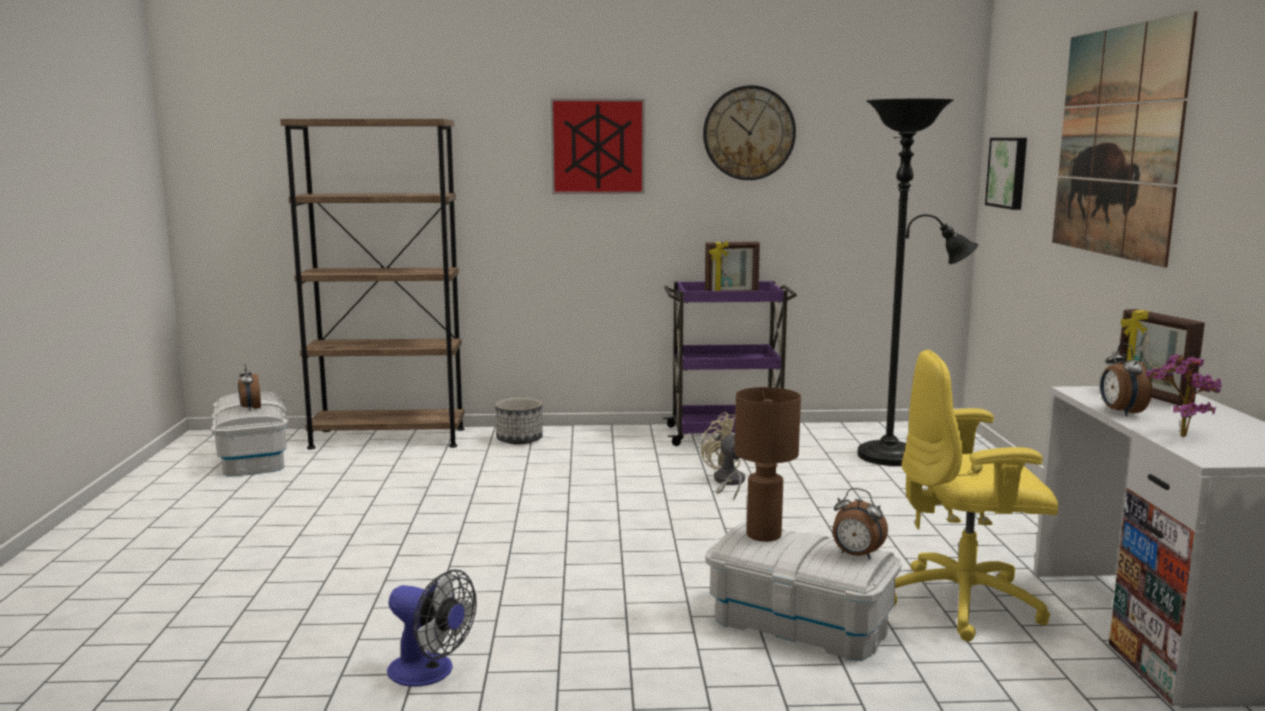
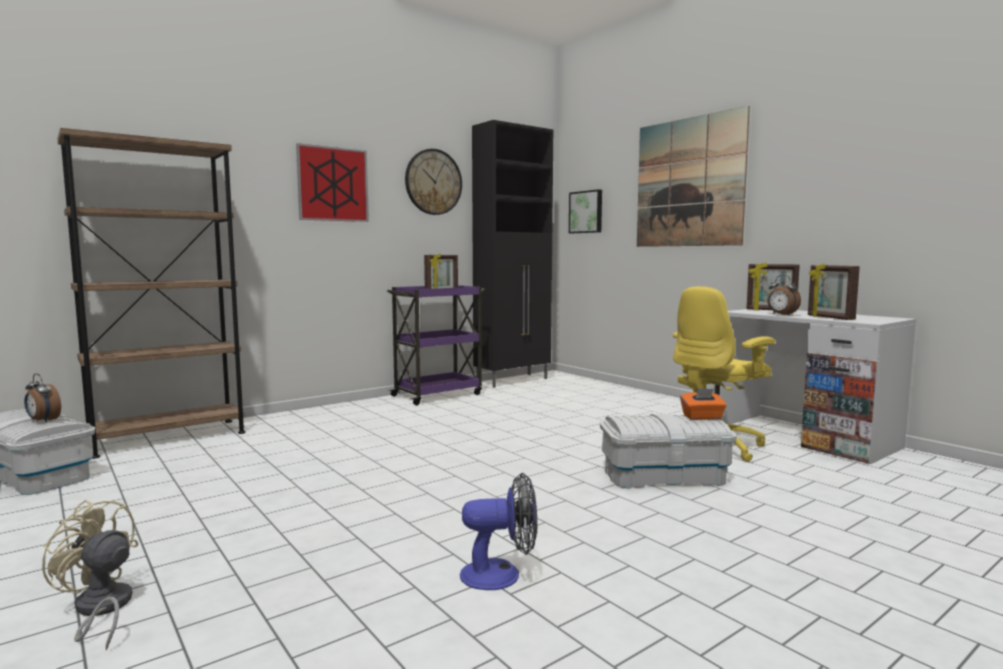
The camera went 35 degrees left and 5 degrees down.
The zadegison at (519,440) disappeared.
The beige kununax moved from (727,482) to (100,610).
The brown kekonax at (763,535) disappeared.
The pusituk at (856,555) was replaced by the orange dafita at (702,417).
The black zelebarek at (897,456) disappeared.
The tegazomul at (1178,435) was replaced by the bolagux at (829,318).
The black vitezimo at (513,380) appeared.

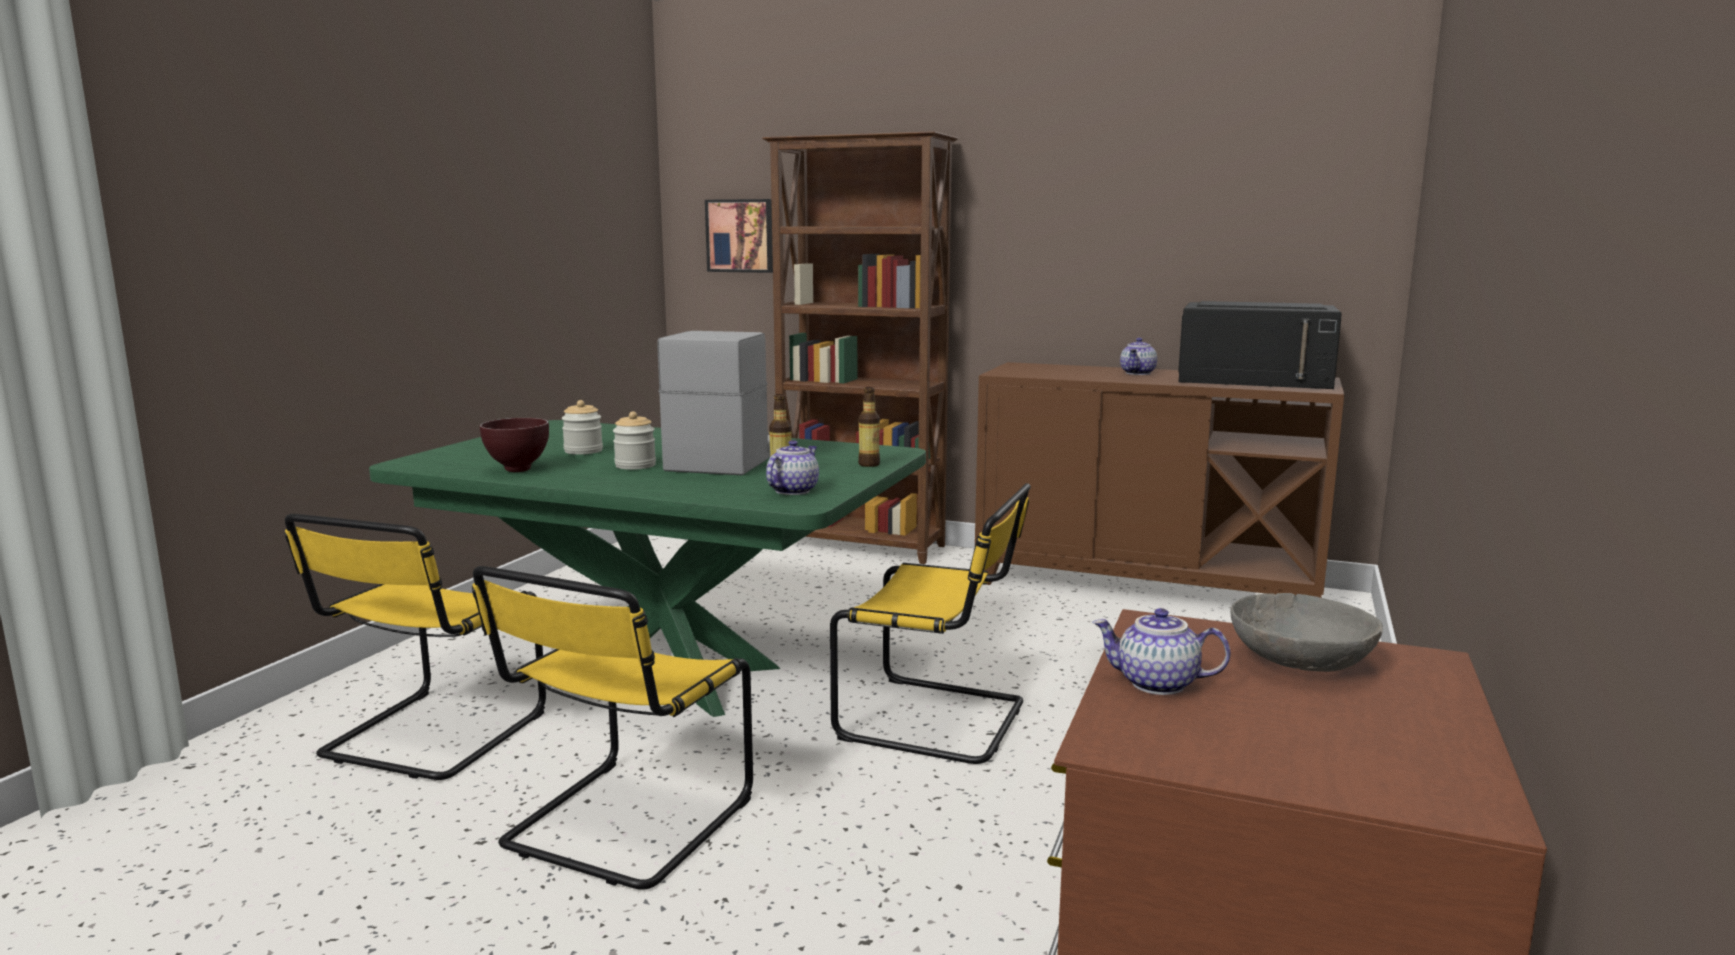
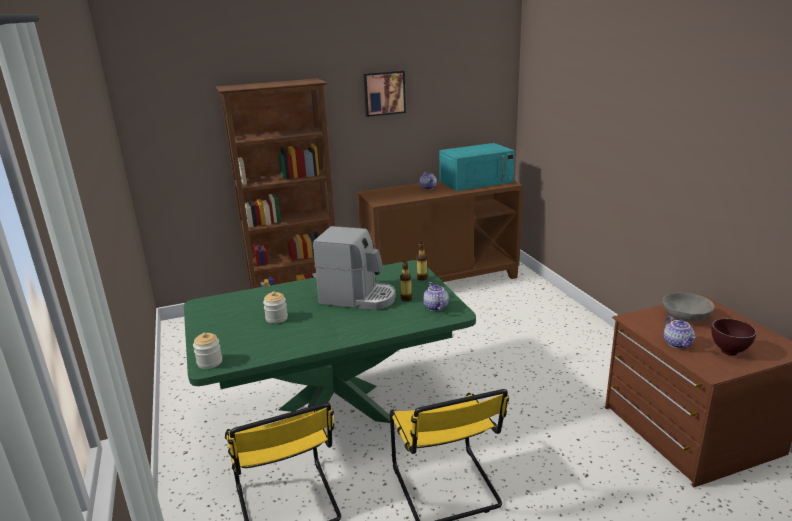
The camera went 40 degrees left and 10 degrees up.
The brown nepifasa moved from (516,470) to (728,352).
The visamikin moved from (635,465) to (209,362).
The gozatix at (726,459) turned 135 degrees clockwise.
The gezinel moved from (741,236) to (384,93).
The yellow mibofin at (939,721) disappeared.
The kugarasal at (1156,684) turned 75 degrees counterclockwise.
The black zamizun at (1256,379) became the turquoise zamizun at (476,181).

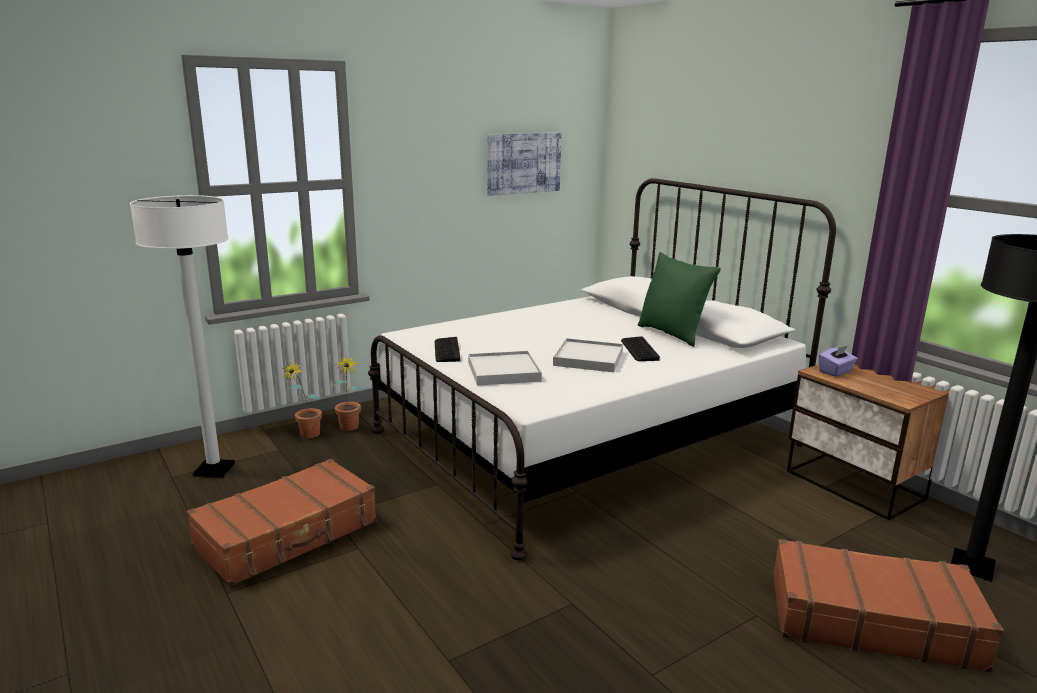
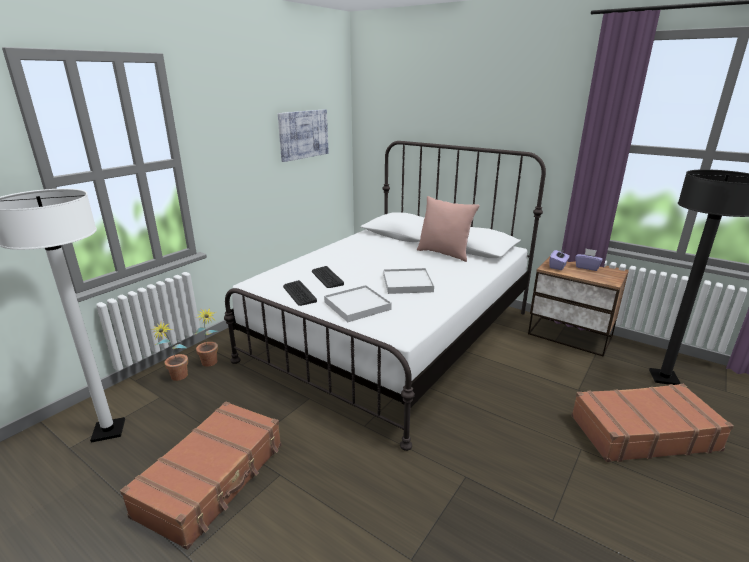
The camera went 20 degrees left and 5 degrees up.
The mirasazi moved from (639,350) to (327,277).
The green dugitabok at (672,334) became the pink dugitabok at (444,253).
The purple dafita at (587,267) appeared.

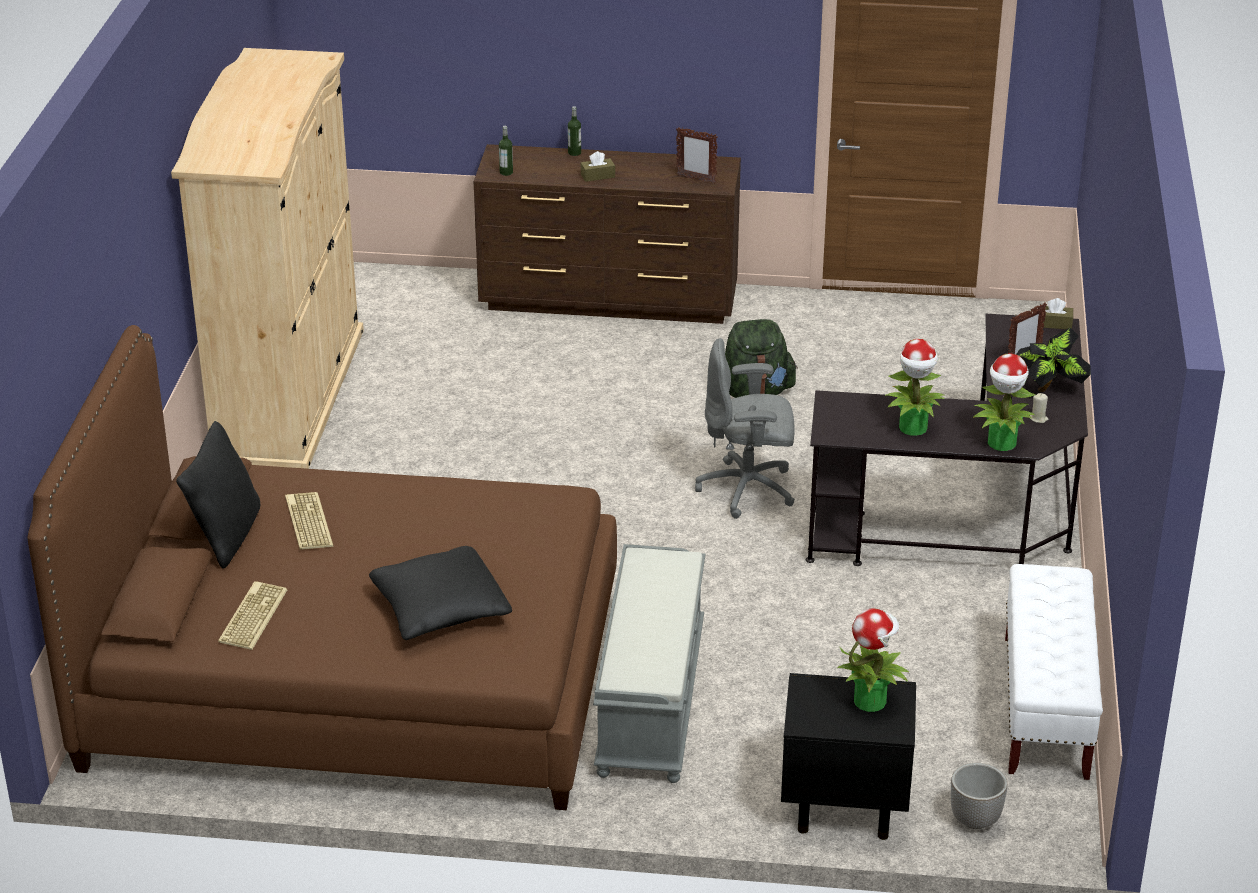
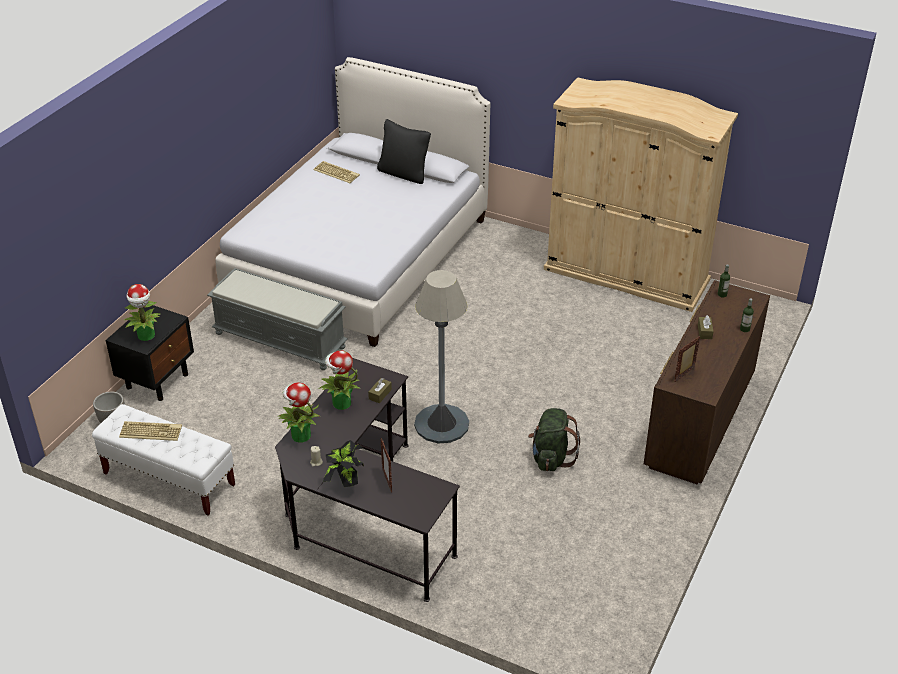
The camera went 110 degrees right and 5 degrees up.
The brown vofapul at (352,678) became the white vofapul at (359,257).
The mirasazi moved from (307,522) to (151,431).
The black dugitabok at (440,609) disappeared.
The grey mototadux at (748,490) was replaced by the grey zelebarek at (441,424).
The brown dafita moved from (1054,324) to (380,394).

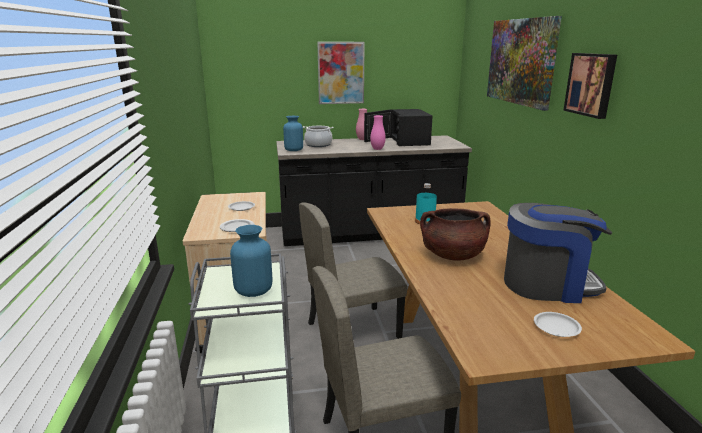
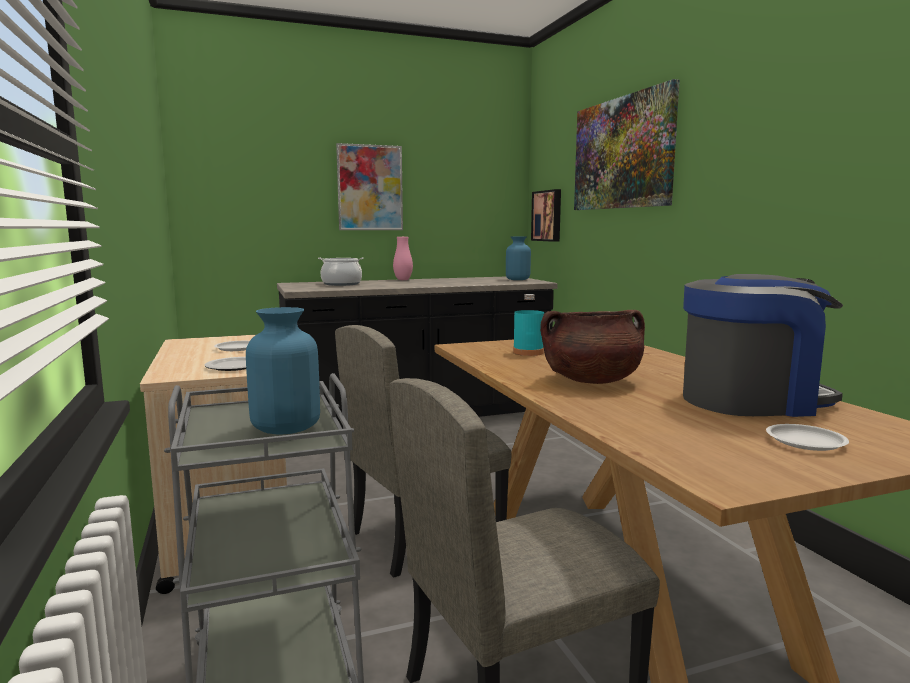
The camera went 10 degrees left and 10 degrees down.
The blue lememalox moved from (293,150) to (517,279).
The black zamizun at (406,141) disappeared.
The pink lememalox at (377,149) disappeared.
The gezinel moved from (591,84) to (548,216).

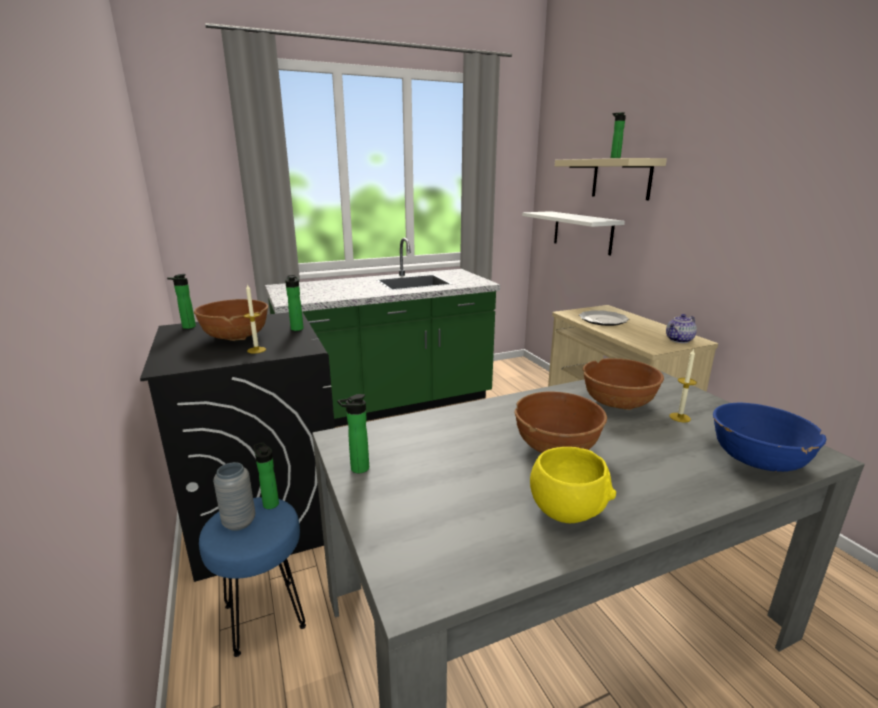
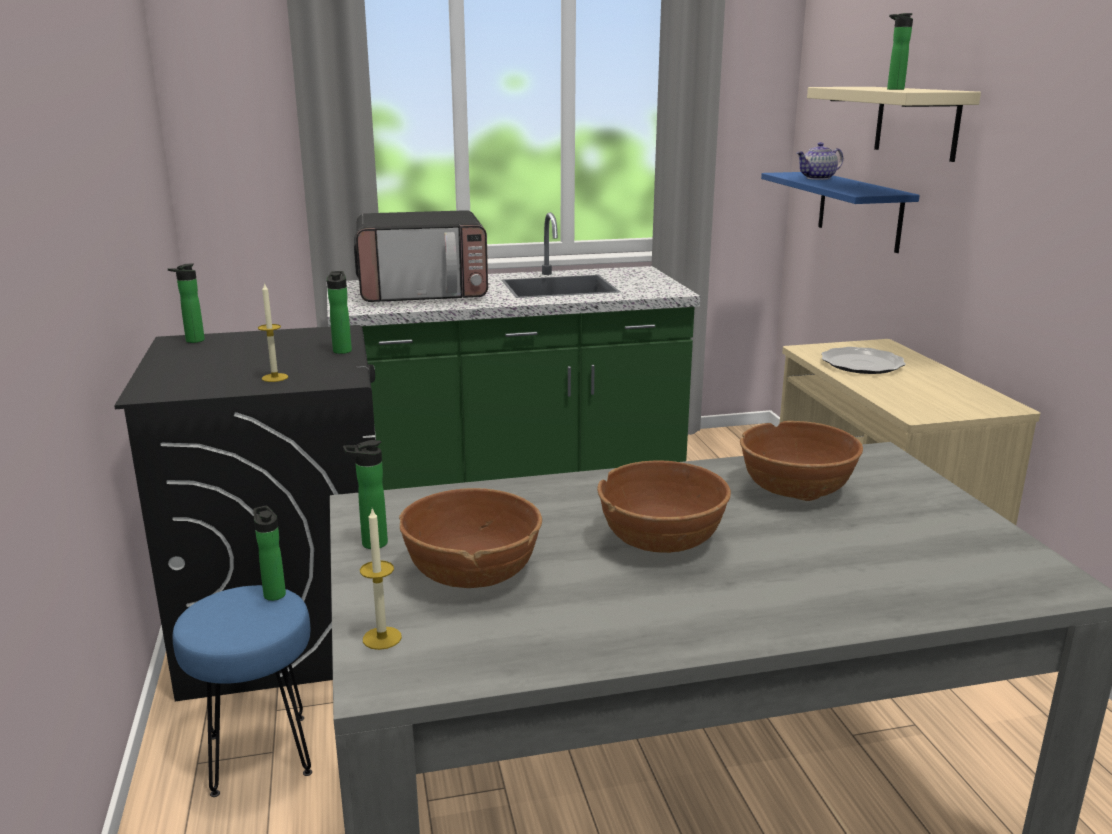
The camera went 10 degrees right and 0 degrees up.
The brown nepifasa moved from (236,337) to (472,574).
The grey lememalox at (239,522) disappeared.
The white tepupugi at (582,232) became the blue tepupugi at (859,210).
The yellow nepifasa at (567,508) disappeared.
The kugarasal moved from (679,340) to (818,178).
The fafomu moved from (680,417) to (382,638).
The blue nepifasa at (757,460) disappeared.
The zamizun at (423,292) appeared.

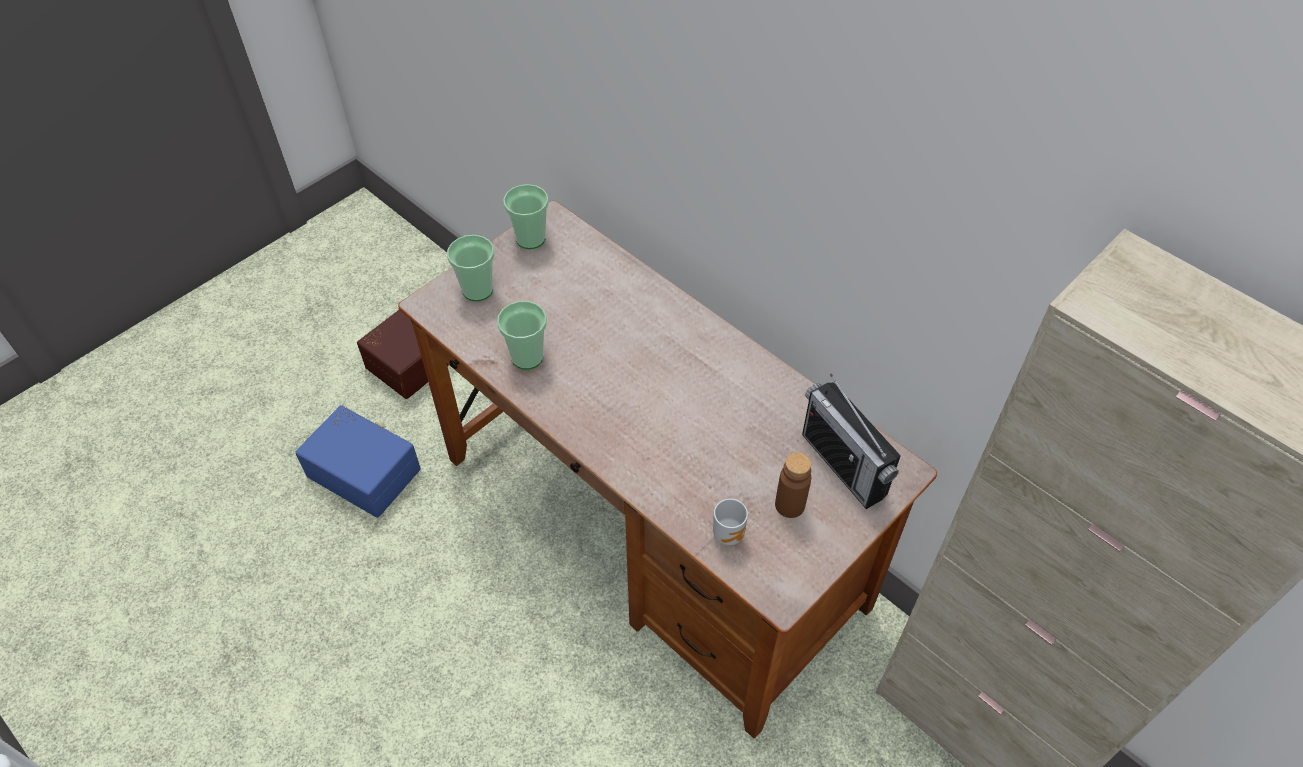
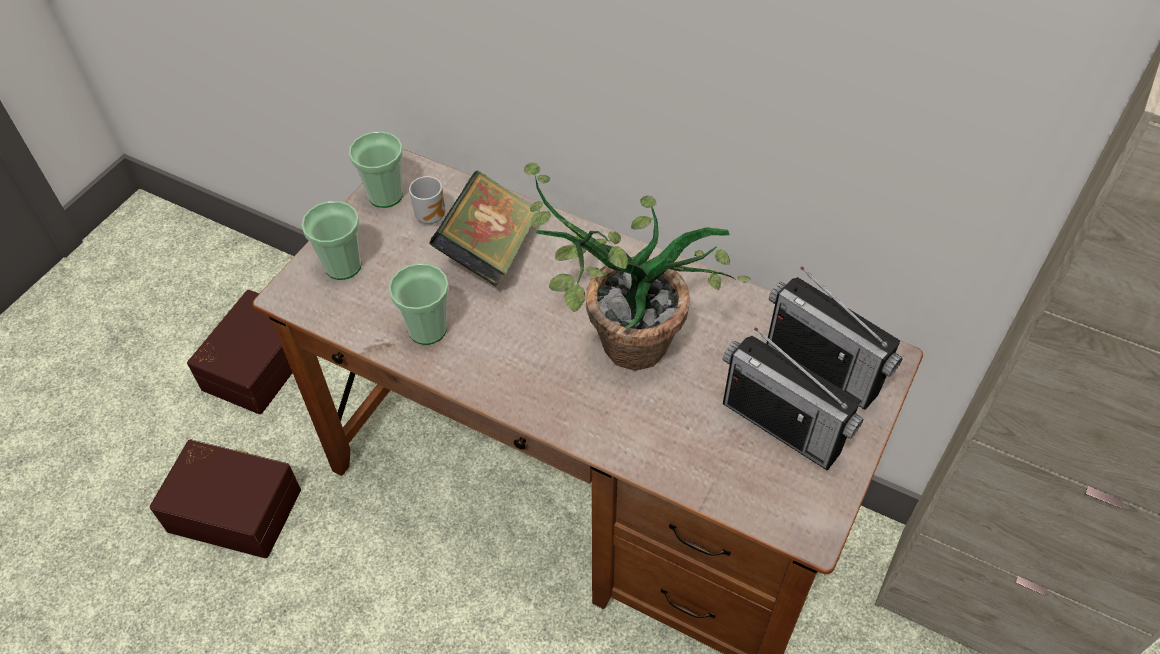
The camera went 15 degrees left and 0 degrees up.
The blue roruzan at (365,470) became the brown roruzan at (235,507).
The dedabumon moved from (730,533) to (432,216).
The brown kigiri at (789,505) was replaced by the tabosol at (782,426).
The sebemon at (489,251) appeared.
The tegazomul at (616,343) appeared.

